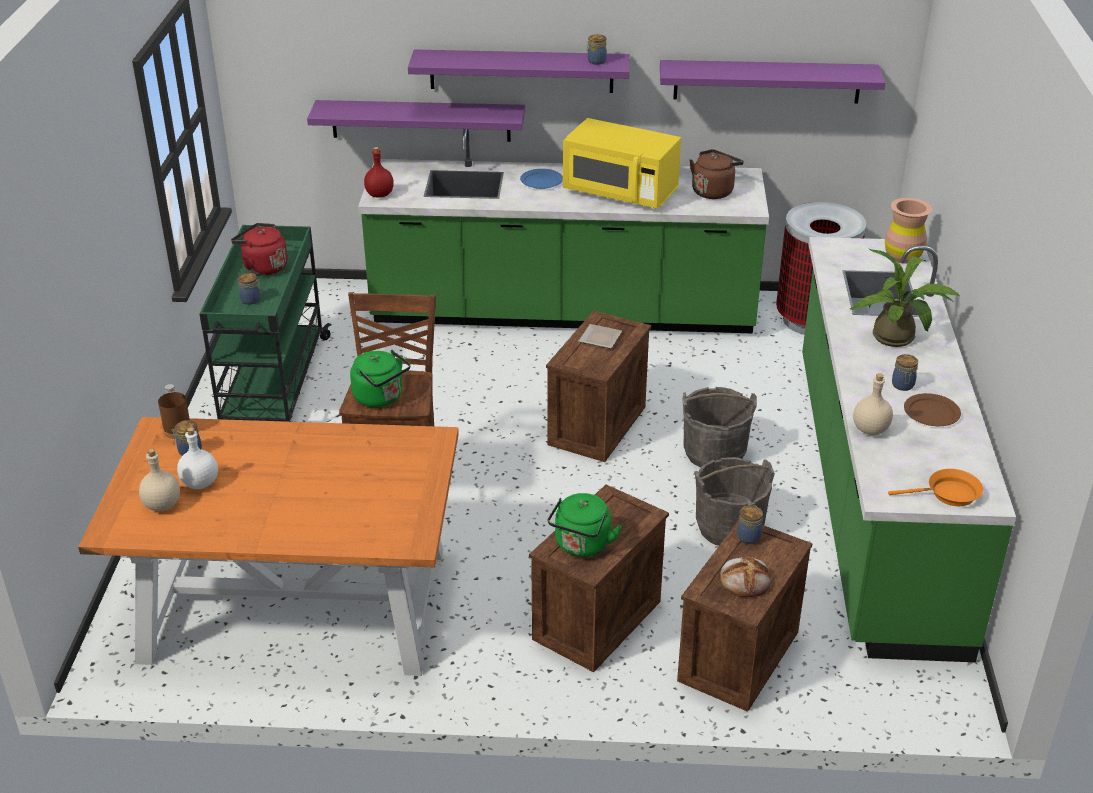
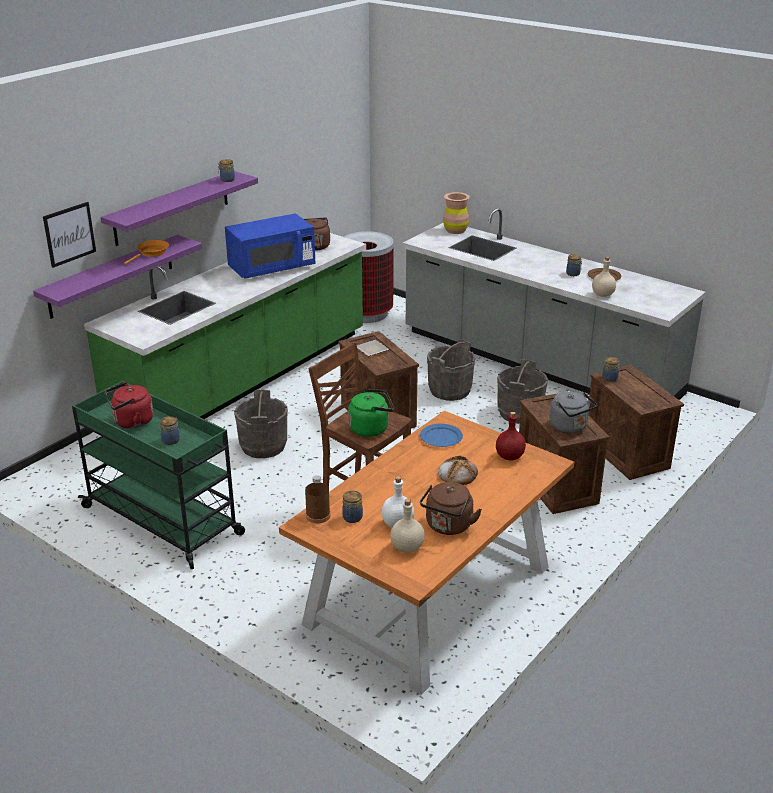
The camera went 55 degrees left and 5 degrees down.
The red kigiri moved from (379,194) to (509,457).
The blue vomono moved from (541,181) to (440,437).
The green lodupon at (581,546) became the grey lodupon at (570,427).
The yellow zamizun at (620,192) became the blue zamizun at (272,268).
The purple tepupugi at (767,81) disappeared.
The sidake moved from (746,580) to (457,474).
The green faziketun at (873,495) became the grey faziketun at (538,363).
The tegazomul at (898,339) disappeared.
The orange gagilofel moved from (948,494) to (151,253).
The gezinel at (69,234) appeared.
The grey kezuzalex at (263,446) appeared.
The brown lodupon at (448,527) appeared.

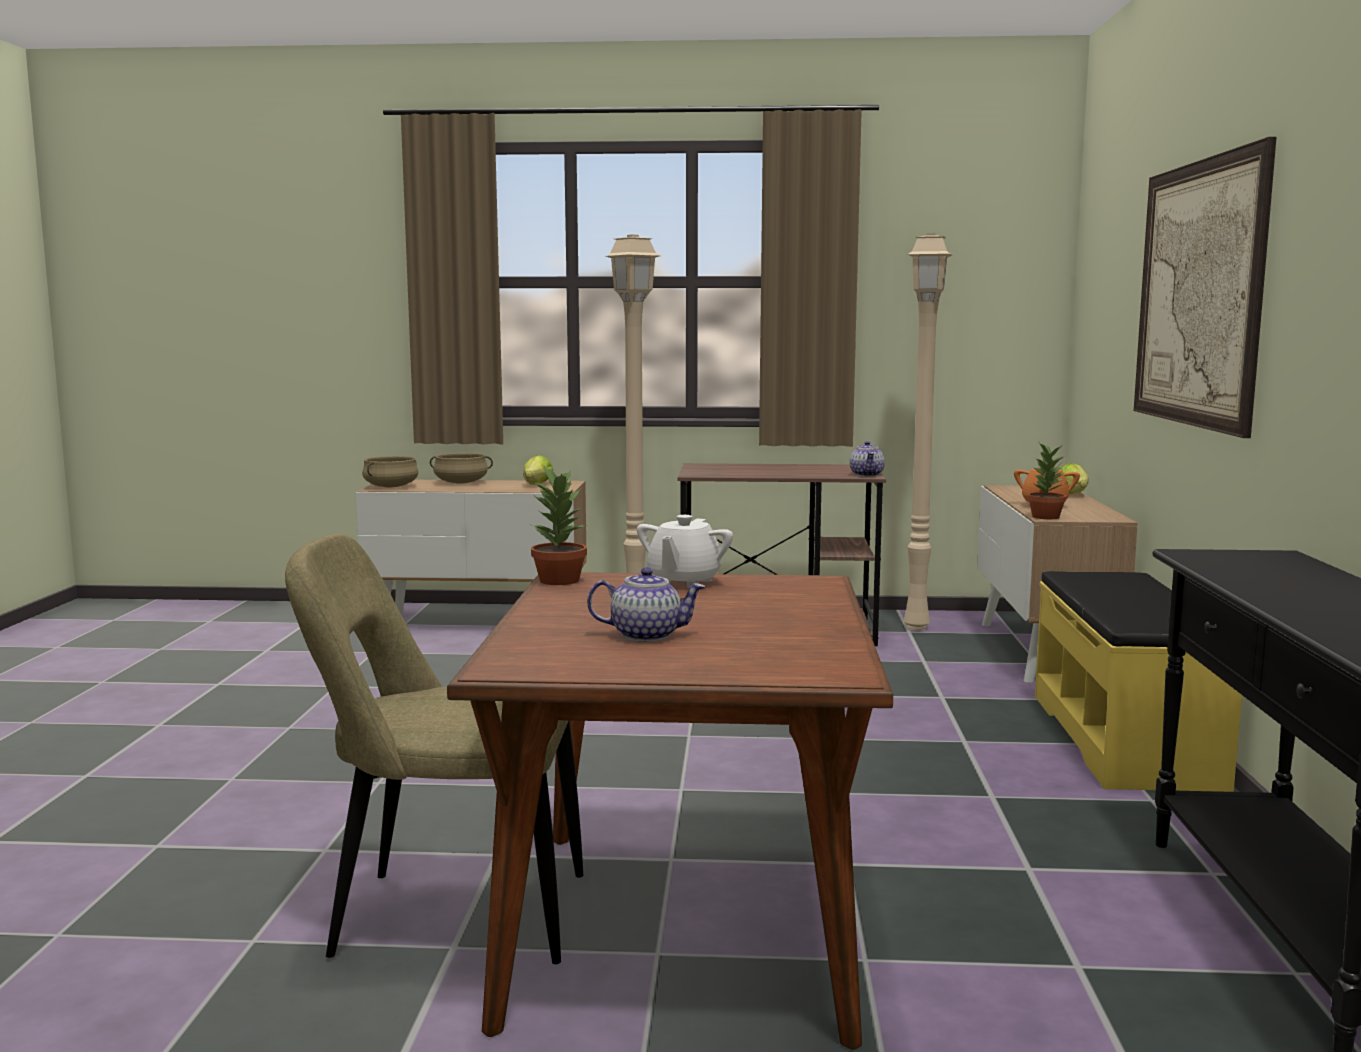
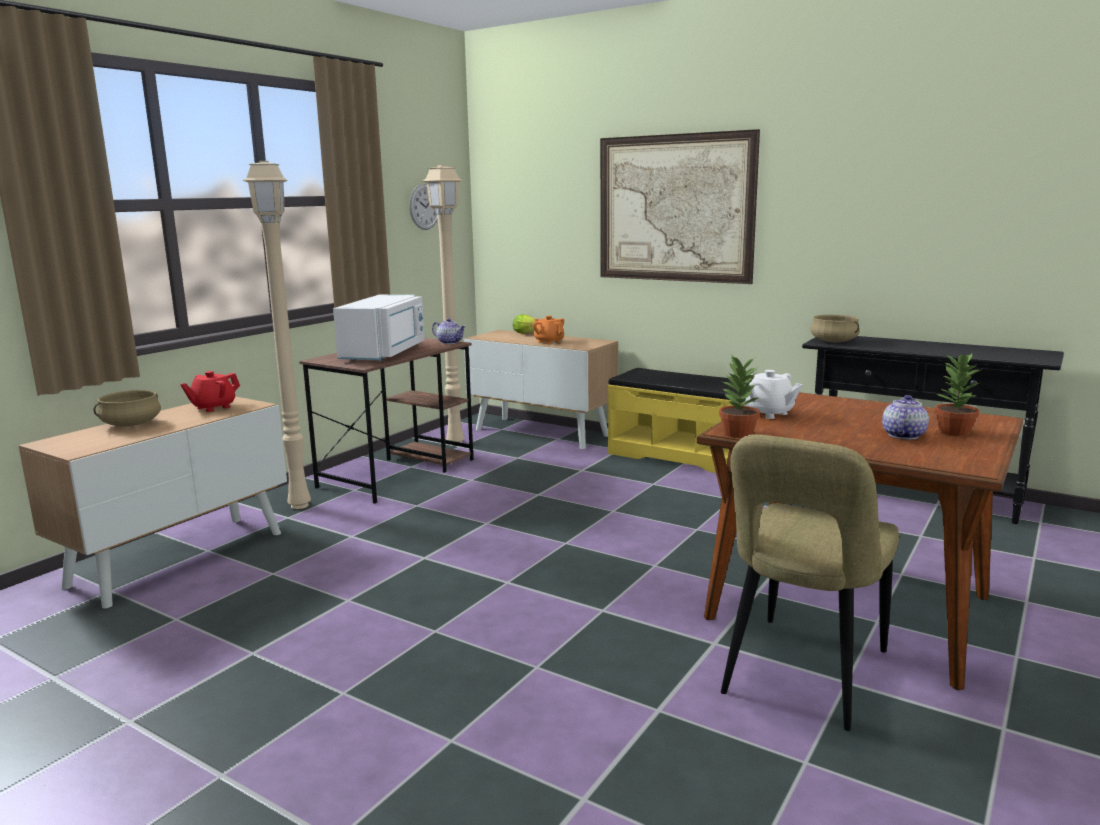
The camera went 60 degrees left and 5 degrees up.
The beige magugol moved from (391,487) to (834,341).
The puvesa at (536,485) was replaced by the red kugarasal at (213,407).
The tegazomul moved from (1045,517) to (953,432).
The white zamizun at (385,353) appeared.
The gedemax at (424,207) appeared.

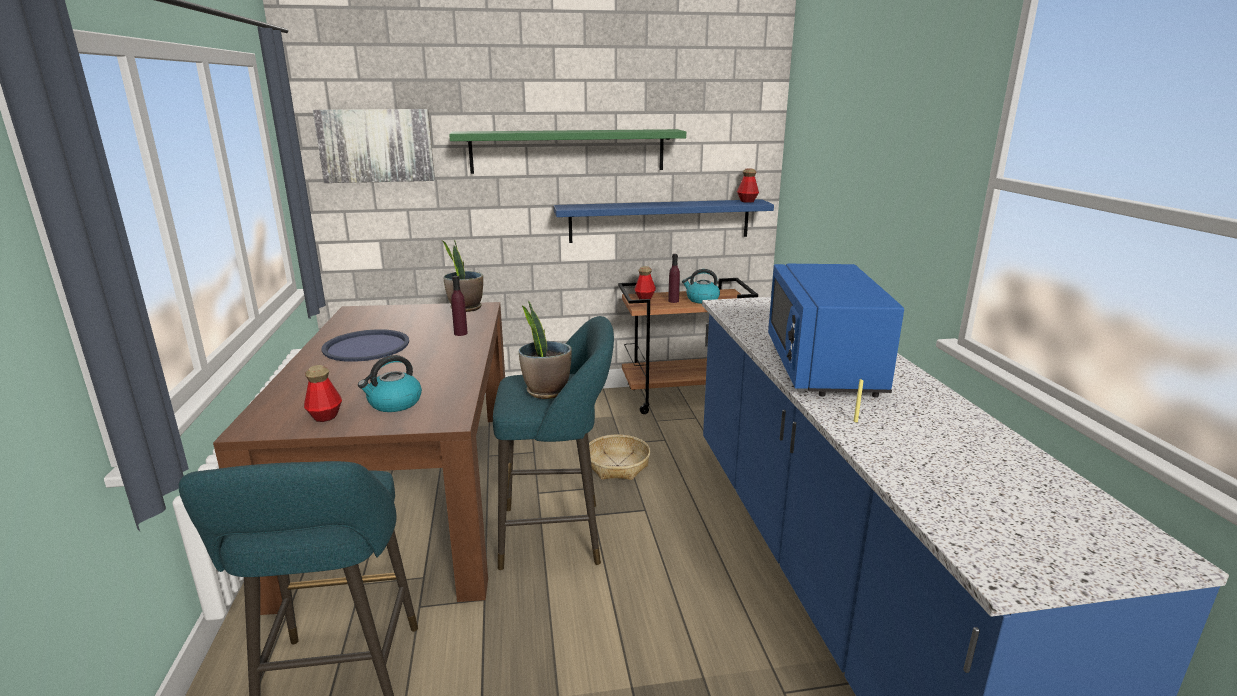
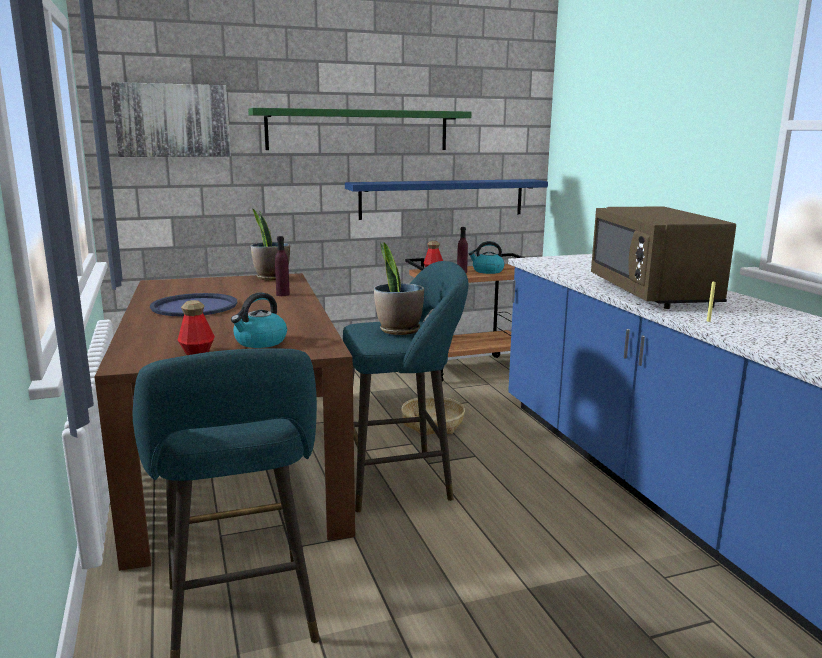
The camera went 10 degrees left and 5 degrees down.
The kigiri at (747,201) disappeared.
The blue zamizun at (823,367) became the brown zamizun at (653,293).

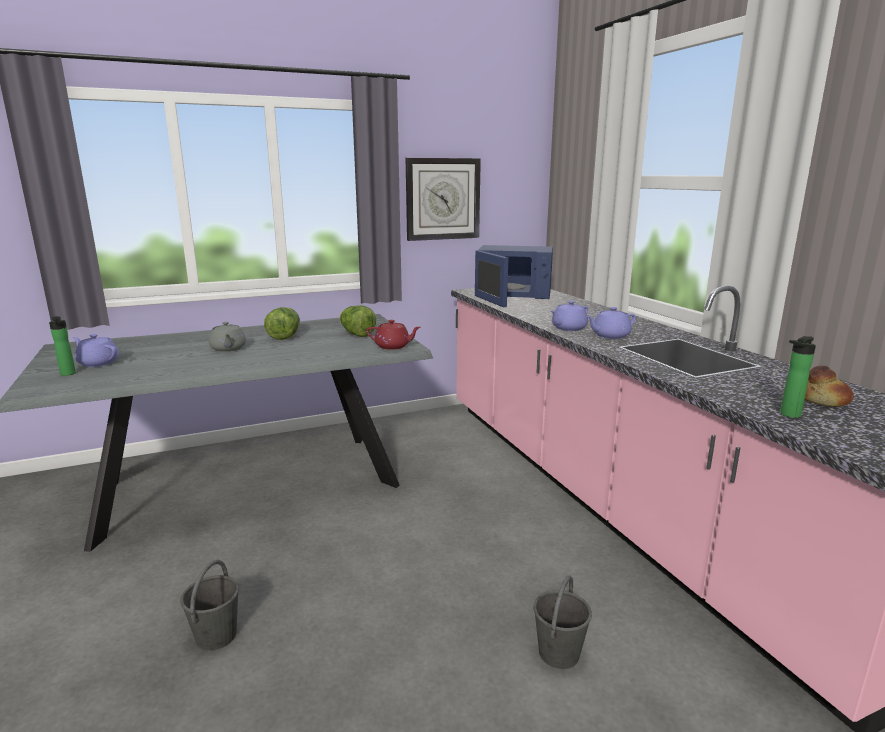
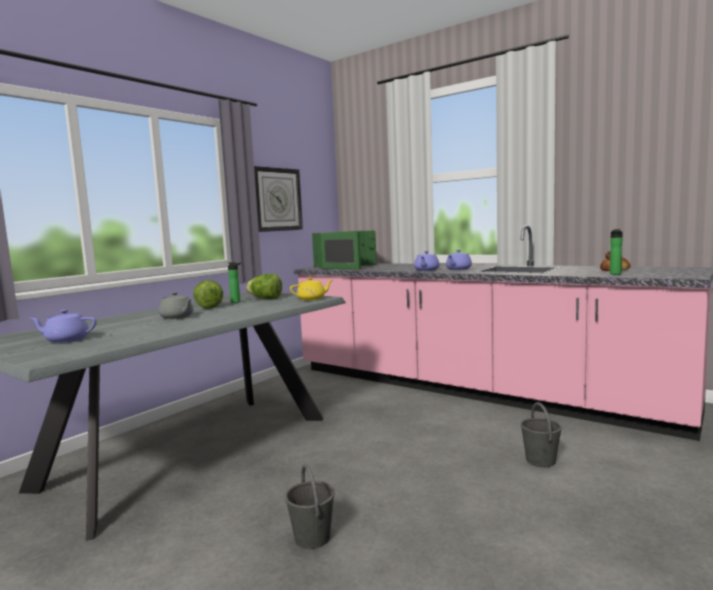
The camera went 30 degrees left and 10 degrees down.
The kigiri moved from (68,374) to (237,302).
The red kugarasal at (393,346) became the yellow kugarasal at (312,299).
The blue zamizun at (511,294) became the green zamizun at (344,266).

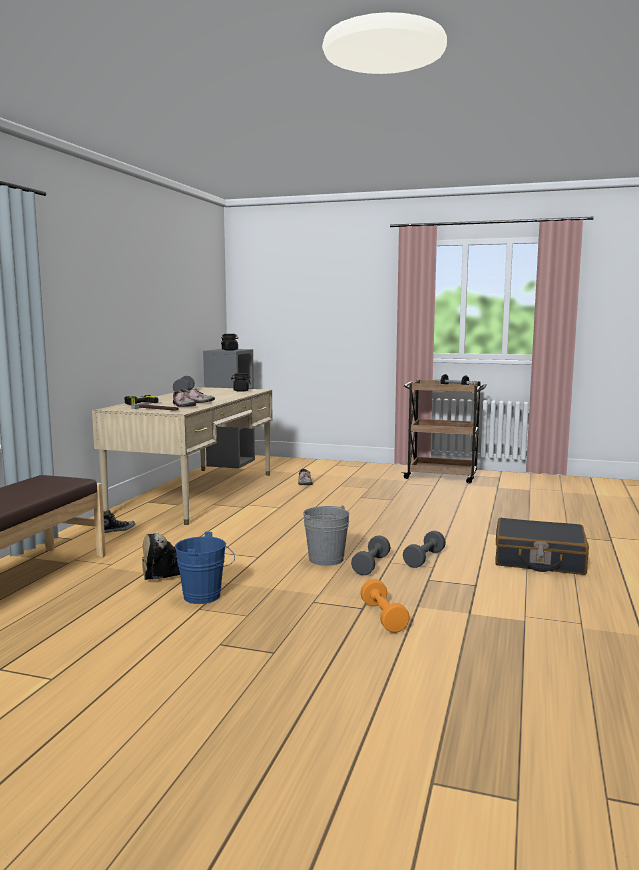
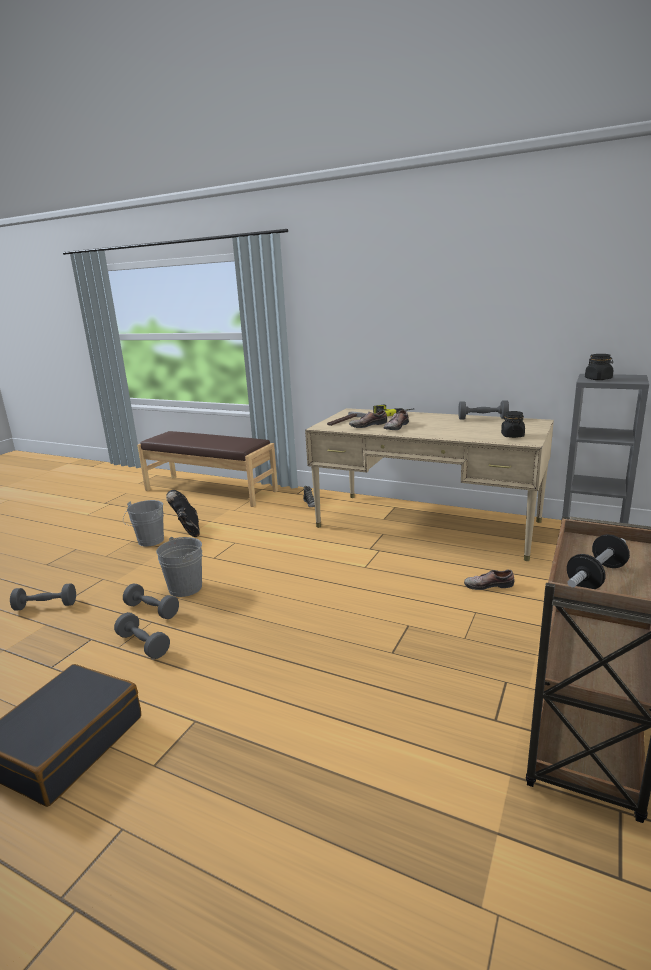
The camera went 100 degrees right and 10 degrees up.
The blue kezuzalex at (206,596) became the grey kezuzalex at (149,542).
The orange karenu at (383,617) became the grey karenu at (46,606).

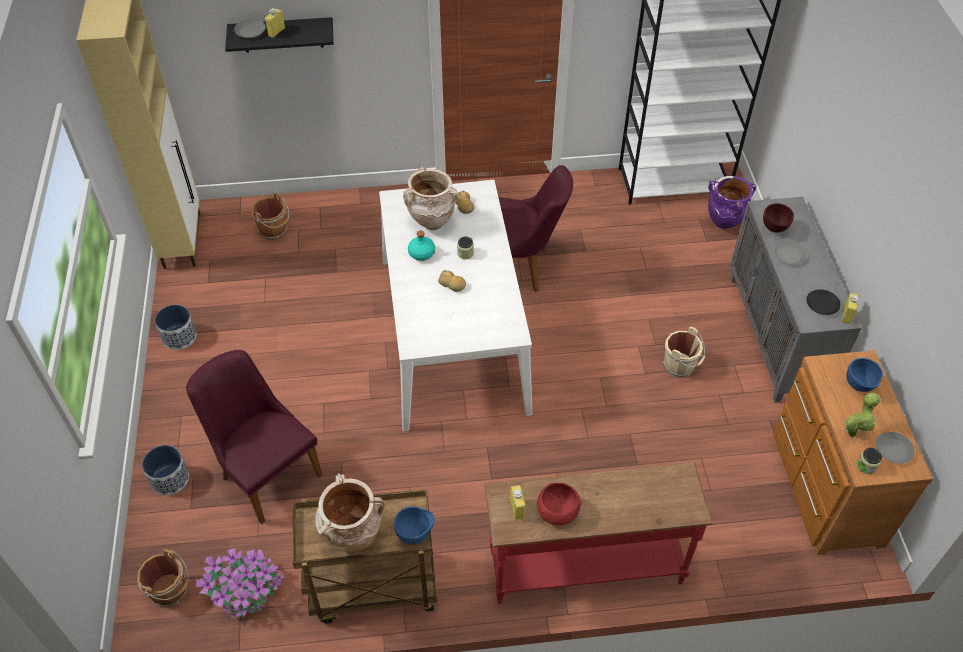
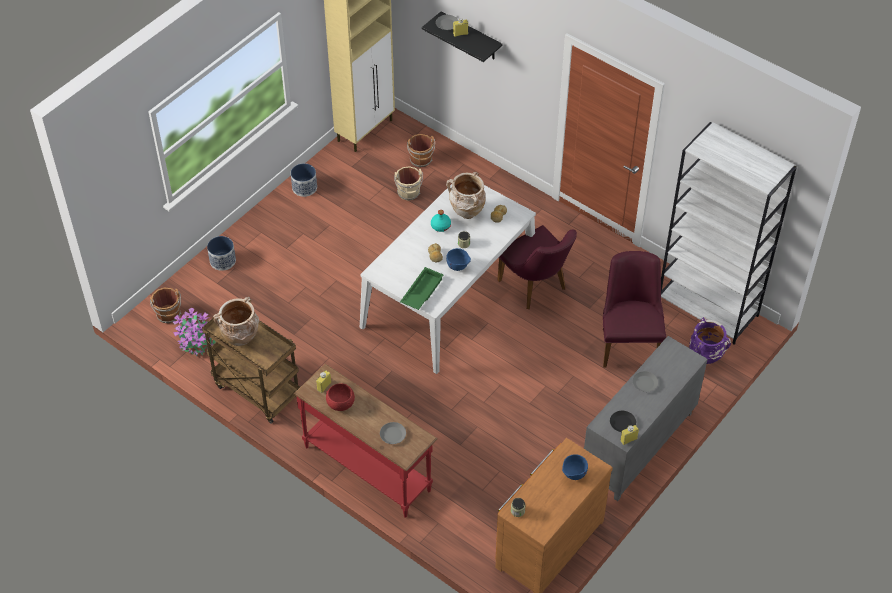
The camera went 45 degrees right and 0 degrees up.
The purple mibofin moved from (265,472) to (628,342).
The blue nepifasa moved from (415,534) to (458,267).
The beige kezuzalex moved from (680,366) to (409,193).
The brown nepifasa at (774,230) disappeared.
The tegazomul at (853,432) disappeared.
The grey vomono moved from (892,450) to (392,434).
The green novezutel at (421,291) appeared.

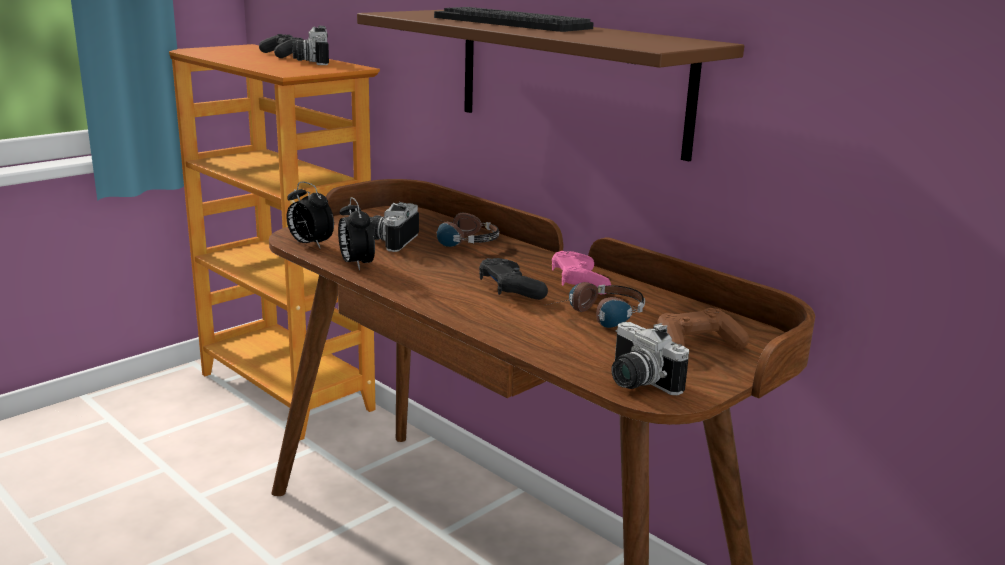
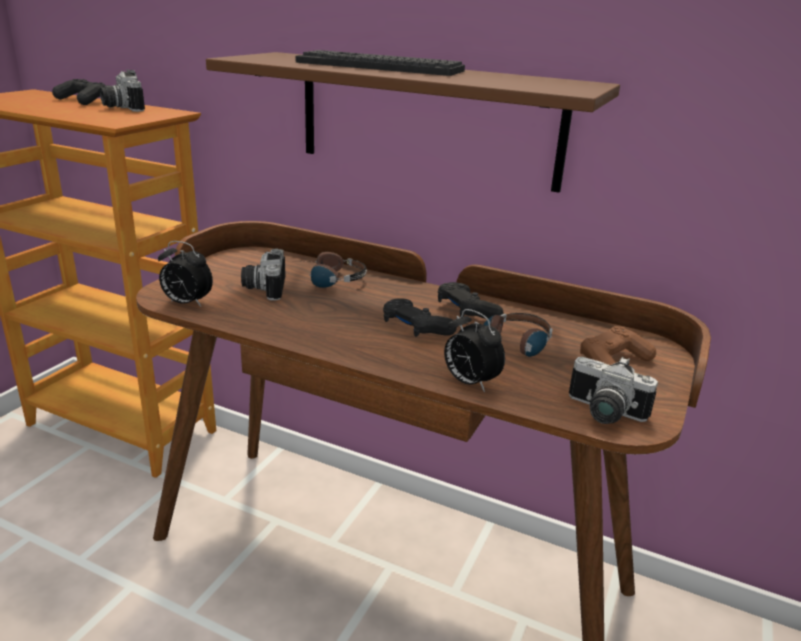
The camera went 20 degrees left and 5 degrees up.
The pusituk moved from (356,264) to (469,383).
The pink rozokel at (578,283) became the black rozokel at (466,311).

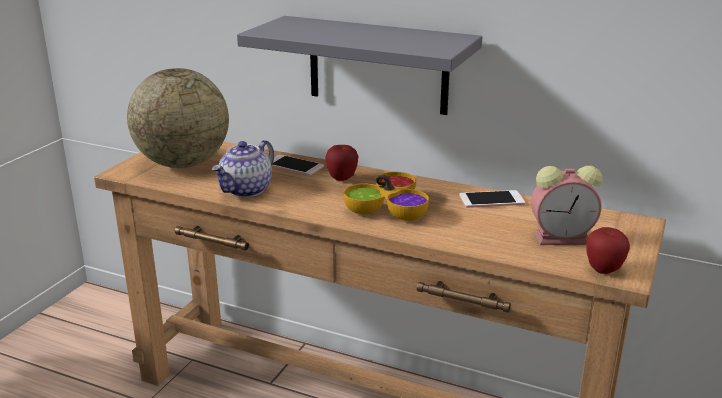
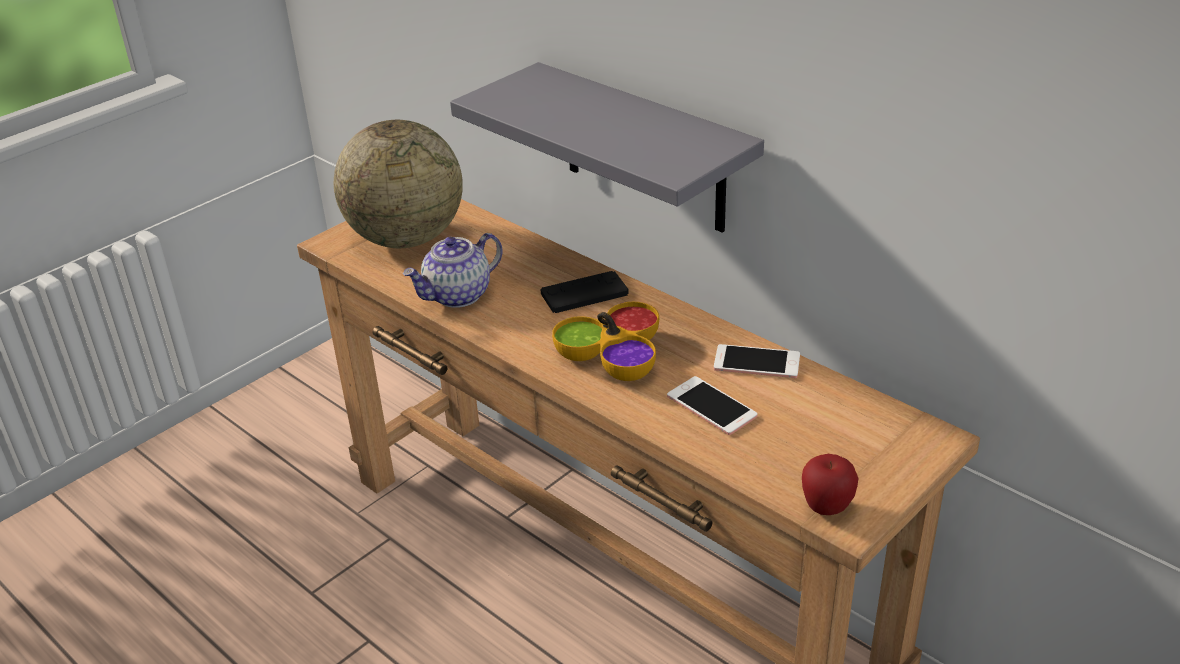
The camera went 20 degrees right and 10 degrees up.
The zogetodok moved from (294,166) to (711,406).
The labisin at (342,179) was replaced by the black rozokel at (584,294).
The pusituk at (563,238) disappeared.

